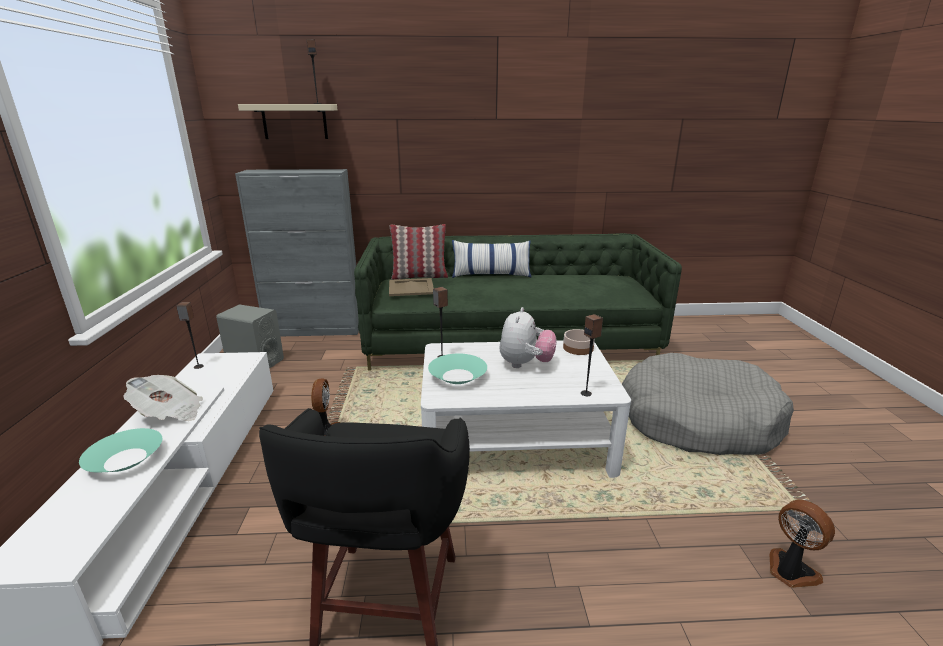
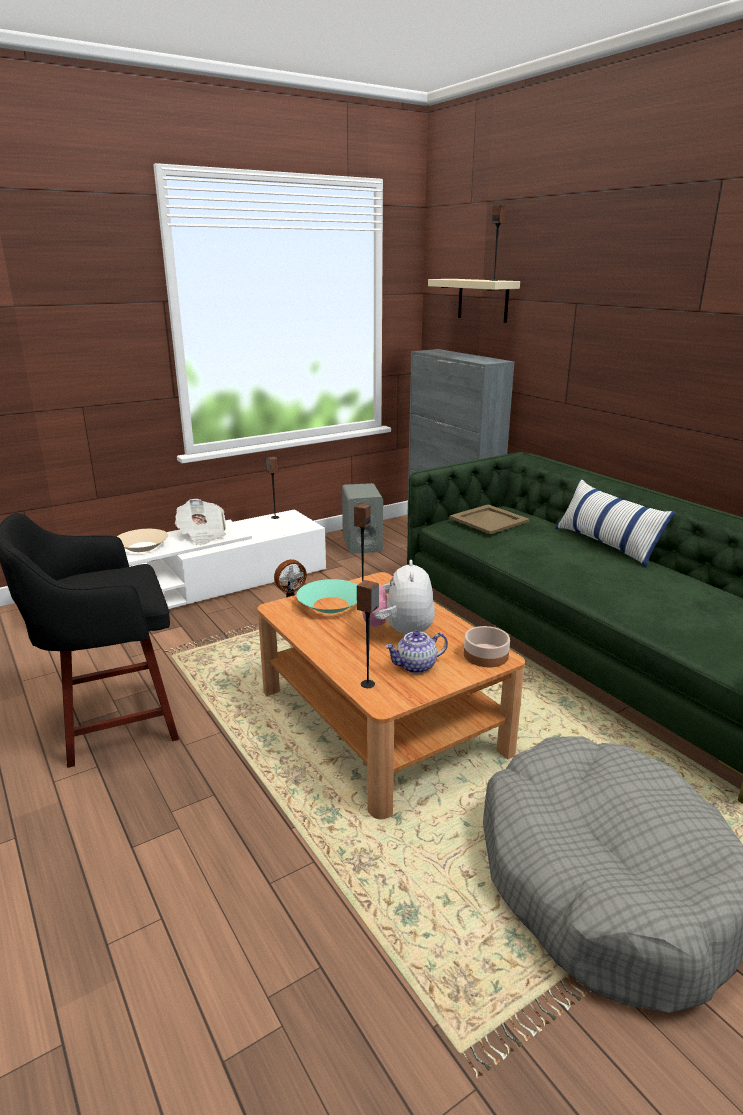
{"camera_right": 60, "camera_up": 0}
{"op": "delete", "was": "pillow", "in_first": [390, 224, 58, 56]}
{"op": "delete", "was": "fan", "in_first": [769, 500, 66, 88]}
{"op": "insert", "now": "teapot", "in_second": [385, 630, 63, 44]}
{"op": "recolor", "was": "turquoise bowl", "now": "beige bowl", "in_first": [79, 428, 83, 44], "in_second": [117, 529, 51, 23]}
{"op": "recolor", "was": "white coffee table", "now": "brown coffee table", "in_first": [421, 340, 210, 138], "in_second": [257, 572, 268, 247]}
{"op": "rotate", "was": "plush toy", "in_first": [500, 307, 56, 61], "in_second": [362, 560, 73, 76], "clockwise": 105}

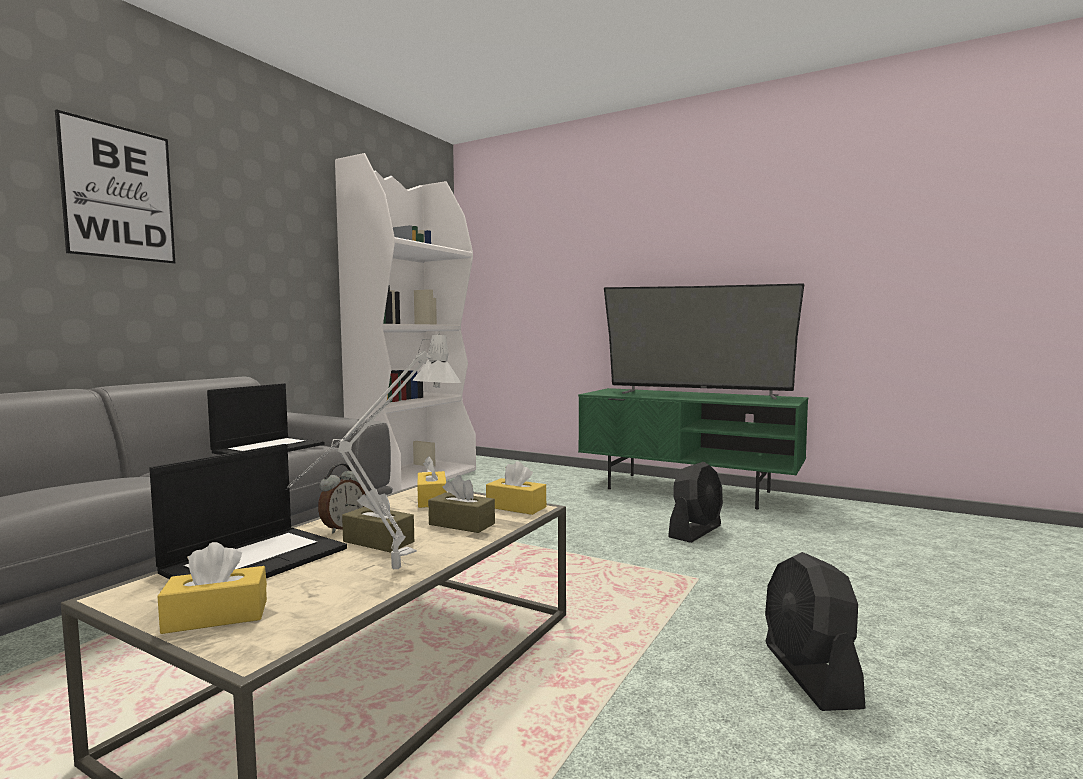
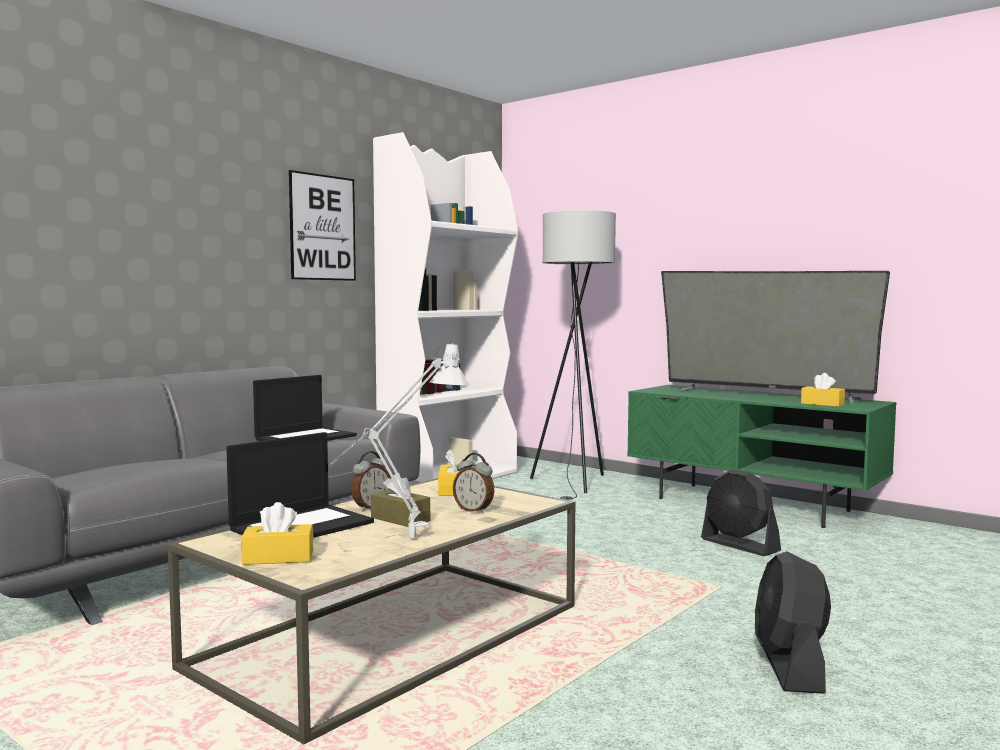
{"camera_right": 10, "camera_up": 0}
{"op": "insert", "now": "grey floor lamp", "in_second": [530, 210, 86, 290]}
{"op": "move", "was": "picture", "in_first": [55, 109, 120, 155], "in_second": [289, 170, 67, 111]}
{"op": "move", "was": "yellow tissue box", "in_first": [486, 461, 60, 54], "in_second": [801, 373, 44, 34]}
{"op": "replace", "was": "brown tissue box", "now": "alarm clock", "in_first": [428, 475, 67, 58], "in_second": [453, 453, 41, 60]}
{"op": "rotate", "was": "black fan", "in_first": [668, 462, 55, 81], "in_second": [701, 469, 80, 87], "clockwise": 90}

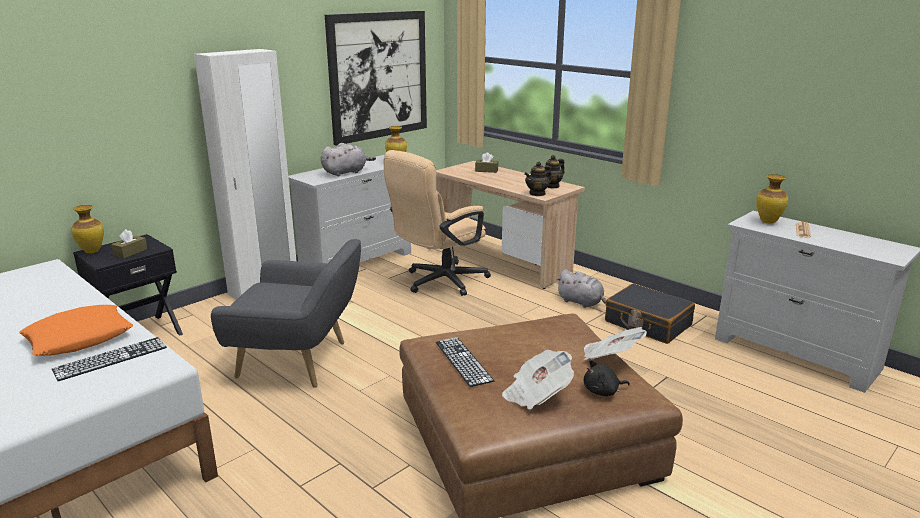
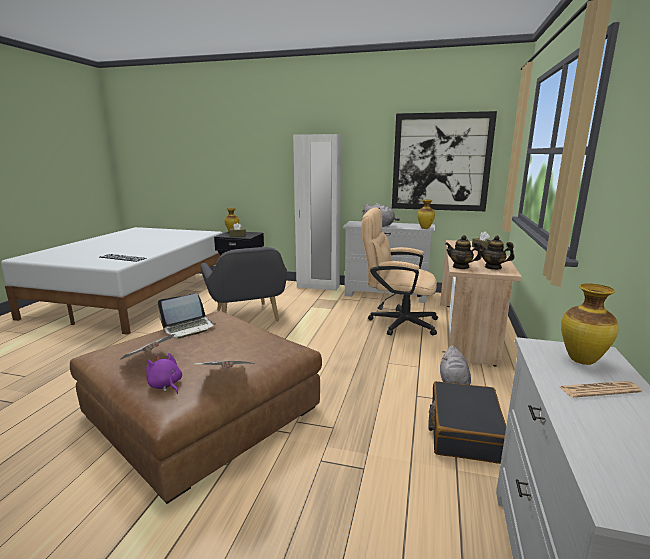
{"camera_right": 60, "camera_up": -5}
{"op": "delete", "was": "orange pillow", "in_first": [19, 305, 114, 51]}
{"op": "replace", "was": "keyboard", "now": "laptop", "in_first": [436, 337, 58, 50], "in_second": [158, 294, 58, 45]}
{"op": "recolor", "was": "black plush toy", "now": "purple plush toy", "in_first": [584, 360, 46, 36], "in_second": [146, 353, 36, 41]}

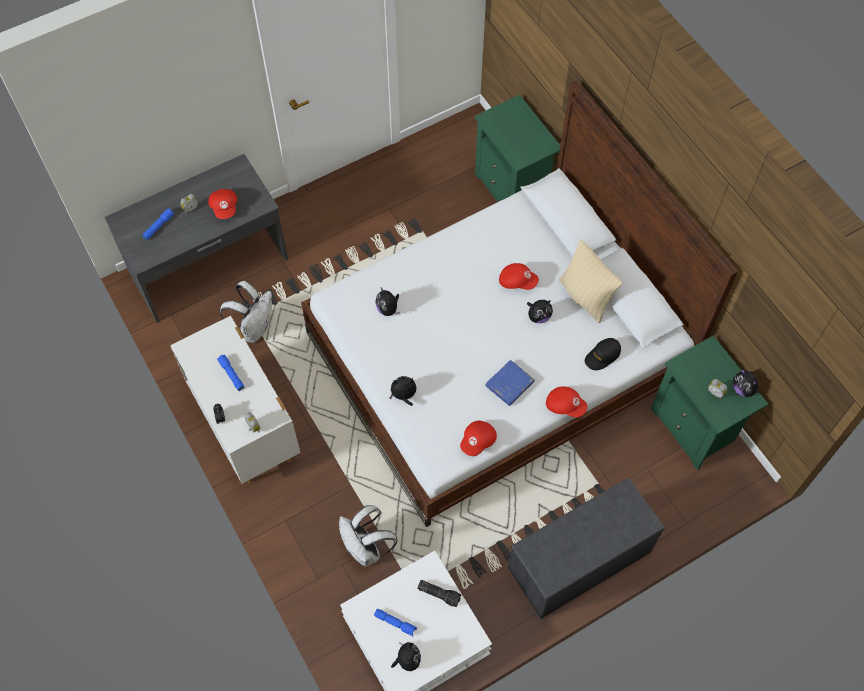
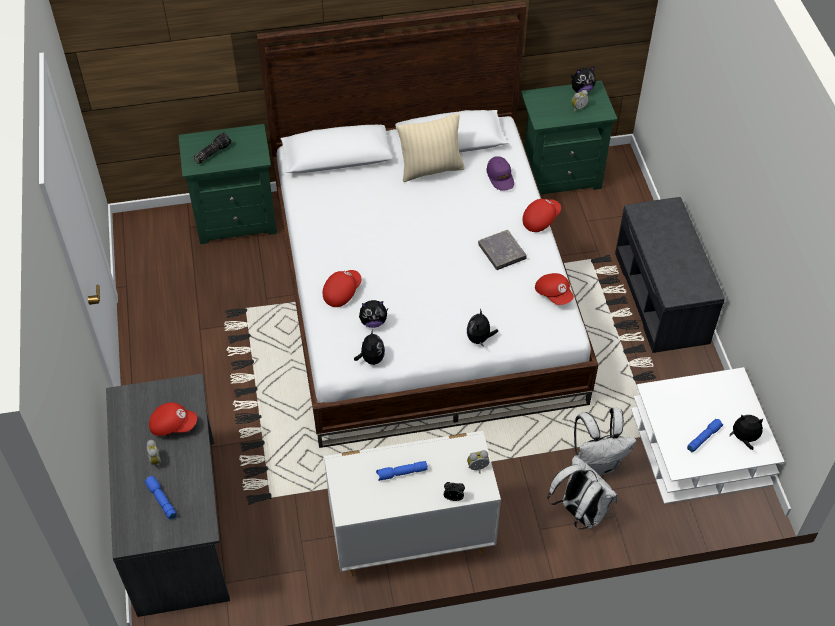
{"camera_right": -70, "camera_up": -10}
{"op": "move", "was": "white backpack", "in_first": [220, 281, 52, 62], "in_second": [547, 455, 70, 75]}
{"op": "move", "was": "flashlight", "in_first": [417, 580, 44, 27], "in_second": [193, 132, 38, 32]}
{"op": "move", "was": "red cap", "in_first": [499, 263, 40, 27], "in_second": [323, 270, 39, 37]}
{"op": "move", "was": "plush toy", "in_first": [527, 300, 26, 23], "in_second": [354, 329, 31, 36]}
{"op": "recolor", "was": "blue book", "now": "grey book", "in_first": [486, 360, 48, 46], "in_second": [478, 230, 49, 40]}
{"op": "recolor", "was": "black cap", "now": "purple cap", "in_first": [585, 338, 36, 32], "in_second": [487, 156, 27, 35]}

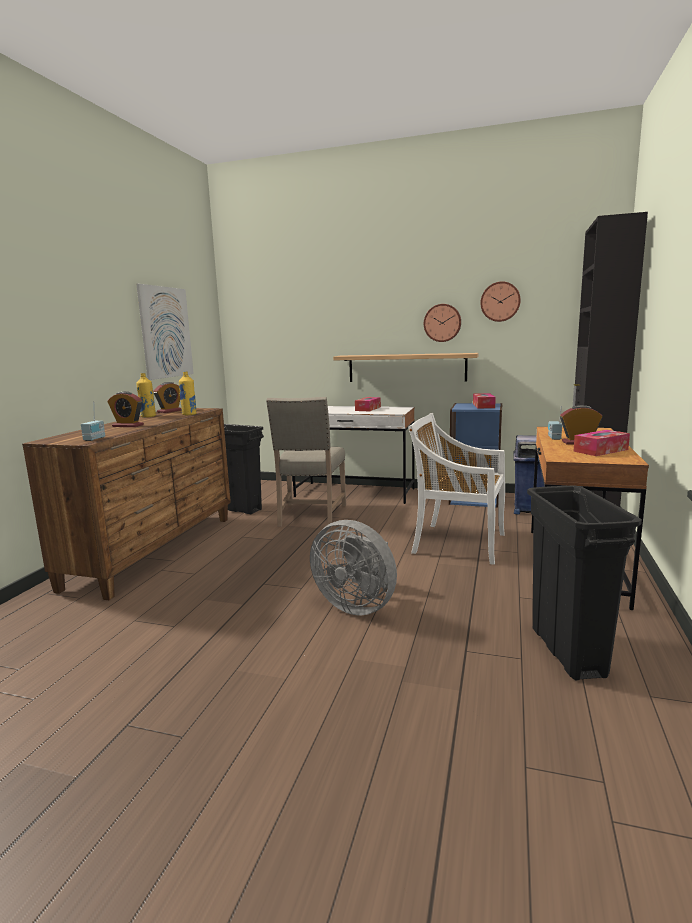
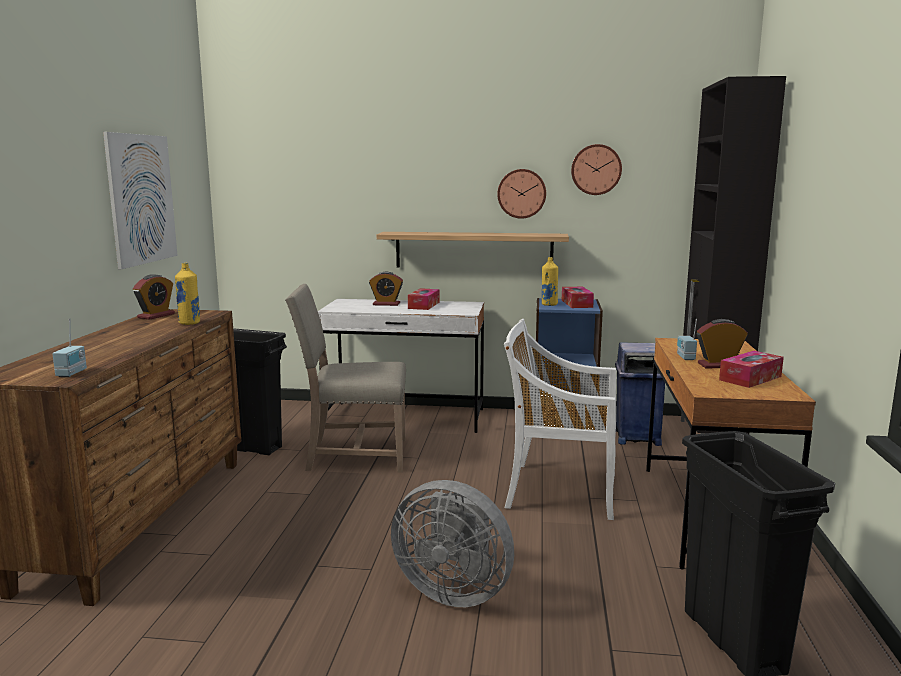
{"camera_right": -10, "camera_up": 0}
{"op": "move", "was": "alarm clock", "in_first": [108, 391, 36, 36], "in_second": [369, 272, 34, 34]}
{"op": "move", "was": "yellow bottle", "in_first": [136, 373, 20, 45], "in_second": [542, 257, 16, 49]}
{"op": "rotate", "was": "beige chair", "in_first": [266, 397, 80, 131], "in_second": [285, 284, 121, 189], "clockwise": 90}

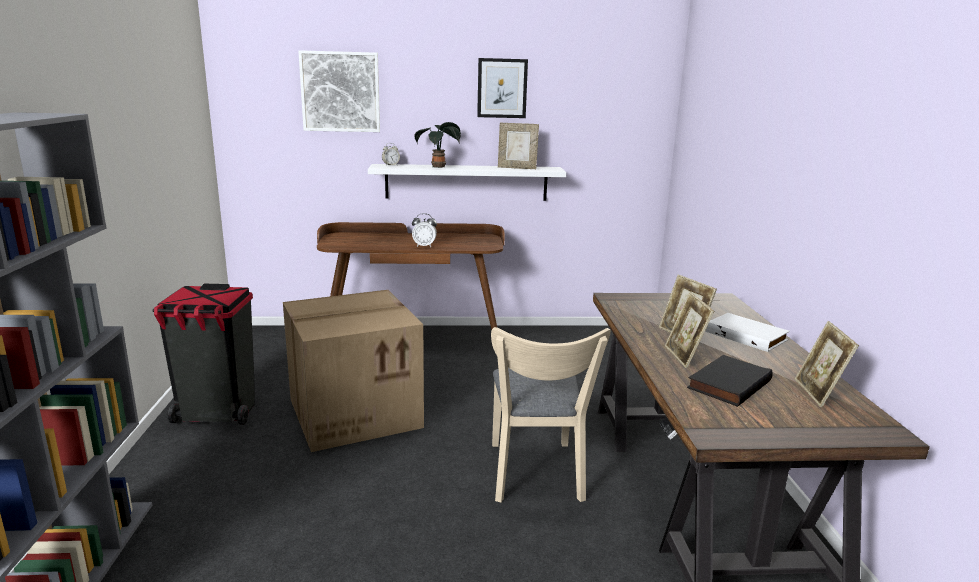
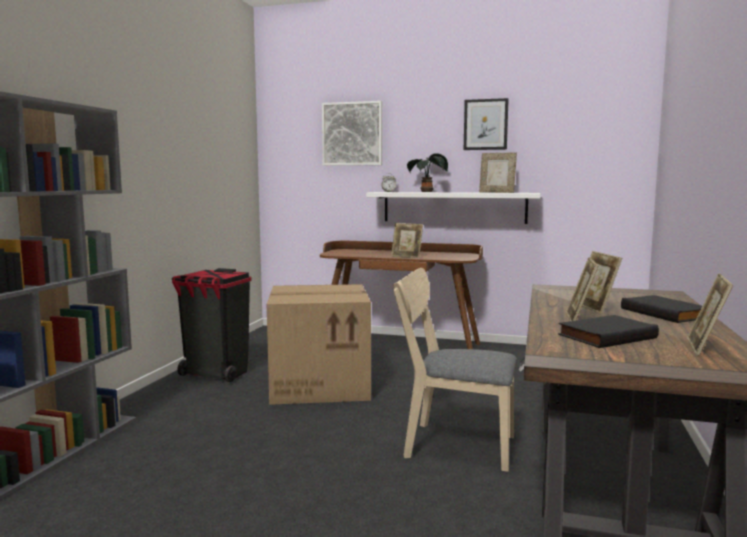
{"camera_right": 20, "camera_up": -10}
{"op": "replace", "was": "alarm clock", "now": "picture frame", "in_first": [412, 213, 25, 34], "in_second": [391, 223, 32, 35]}
{"op": "recolor", "was": "white book", "now": "black book", "in_first": [705, 313, 85, 39], "in_second": [621, 295, 81, 28]}
{"op": "rotate", "was": "beige chair", "in_first": [491, 327, 120, 176], "in_second": [393, 268, 124, 204], "clockwise": 90}

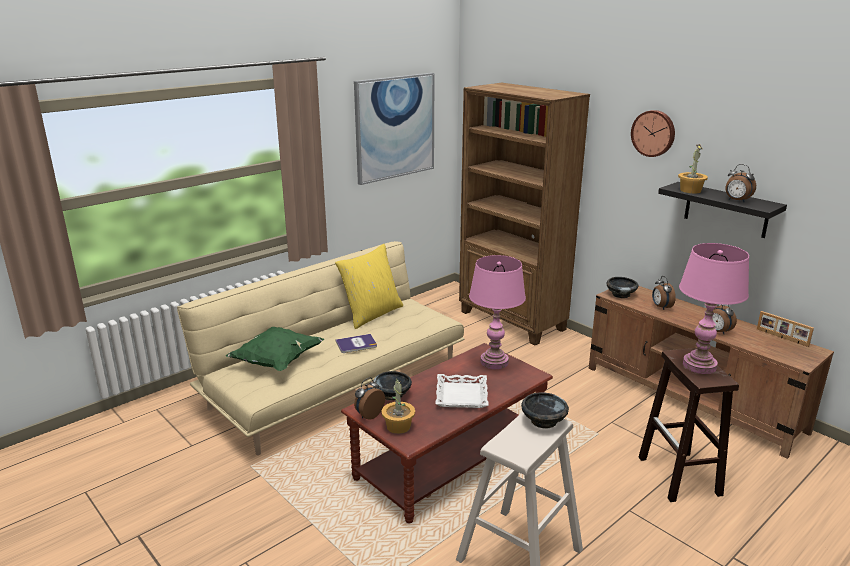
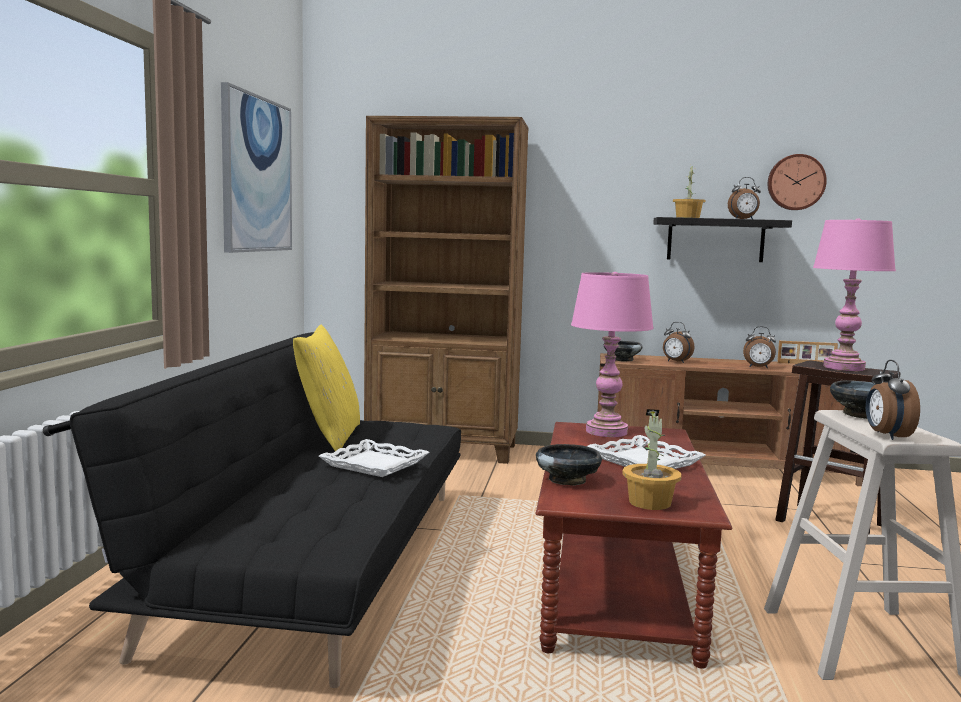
{"camera_right": -40, "camera_up": -15}
{"op": "delete", "was": "green pillow", "in_first": [226, 327, 99, 44]}
{"op": "move", "was": "alarm clock", "in_first": [354, 377, 31, 43], "in_second": [866, 360, 54, 80]}
{"op": "move", "was": "wall clock", "in_first": [631, 110, 44, 47], "in_second": [768, 154, 59, 56]}
{"op": "replace", "was": "book", "now": "white tray", "in_first": [336, 334, 41, 19], "in_second": [319, 439, 111, 38]}
{"op": "recolor", "was": "beige sofa", "now": "black sofa", "in_first": [177, 241, 287, 214], "in_second": [43, 332, 418, 356]}

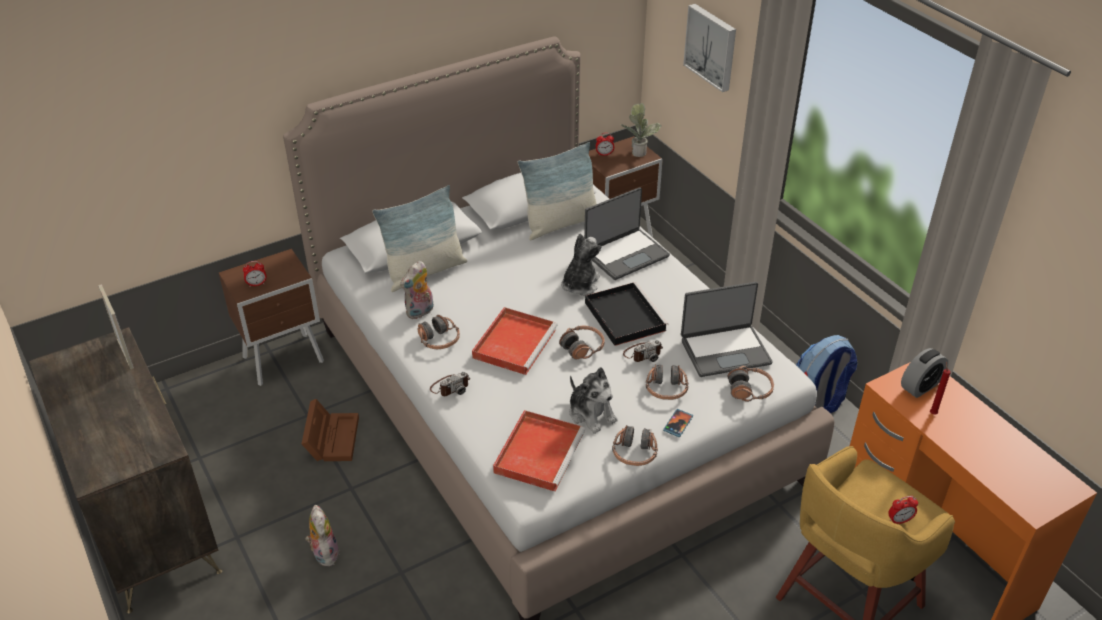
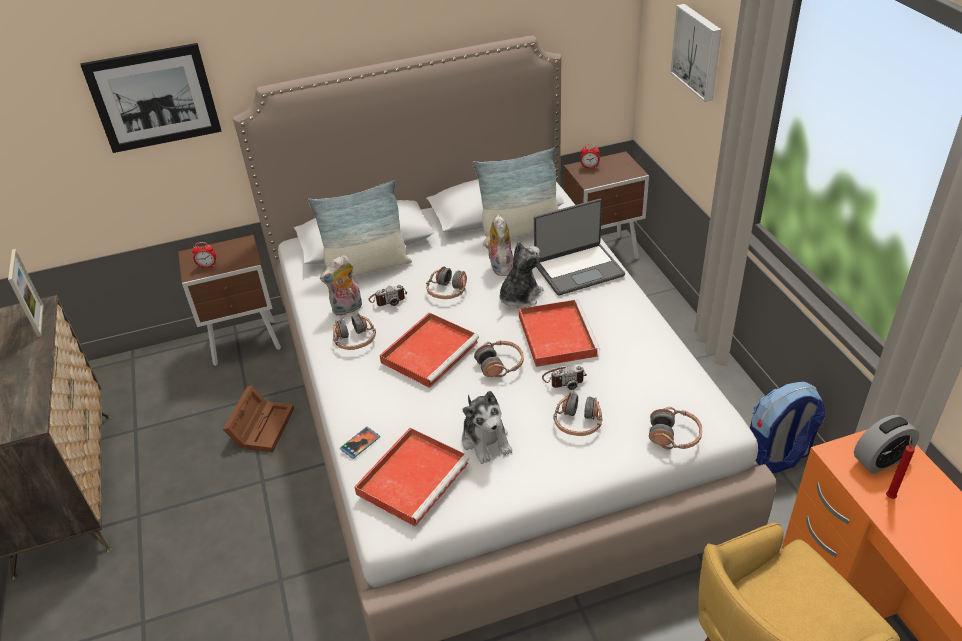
{"camera_right": 15, "camera_up": 0}
{"op": "delete", "was": "potted plant", "in_first": [621, 103, 40, 54]}
{"op": "delete", "was": "laptop", "in_first": [681, 282, 91, 95]}
{"op": "delete", "was": "alarm clock", "in_first": [888, 496, 30, 28]}
{"op": "insert", "now": "picture", "in_second": [80, 43, 142, 110]}
{"op": "move", "was": "plush toy", "in_first": [305, 505, 34, 61], "in_second": [485, 214, 28, 62]}
{"op": "move", "was": "photo camera", "in_first": [430, 372, 40, 24], "in_second": [368, 285, 39, 21]}
{"op": "move", "was": "headphones", "in_first": [612, 425, 46, 41], "in_second": [426, 267, 41, 32]}
{"op": "move", "was": "phone", "in_first": [663, 409, 30, 28], "in_second": [340, 427, 40, 32]}
{"op": "recolor", "was": "black tray", "now": "red tray", "in_first": [585, 282, 83, 64], "in_second": [519, 300, 81, 67]}

